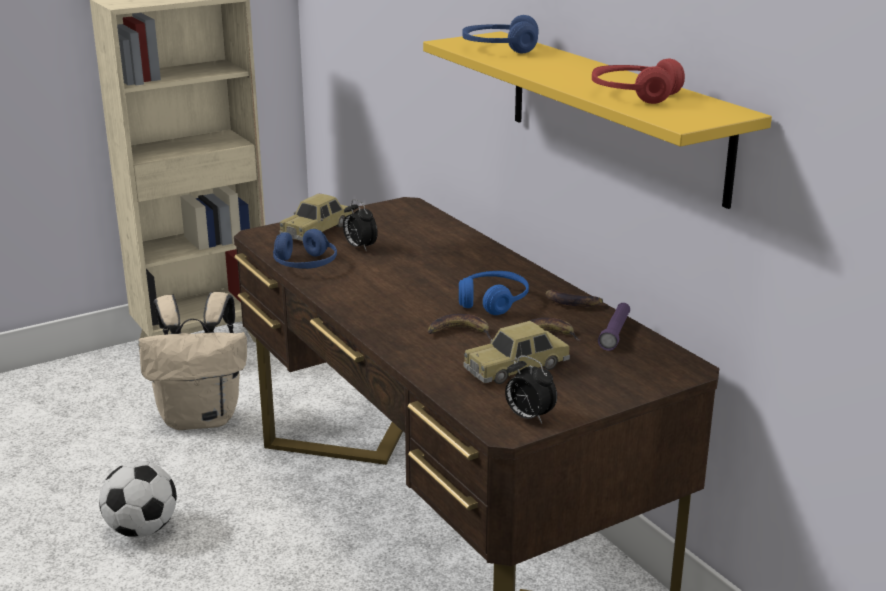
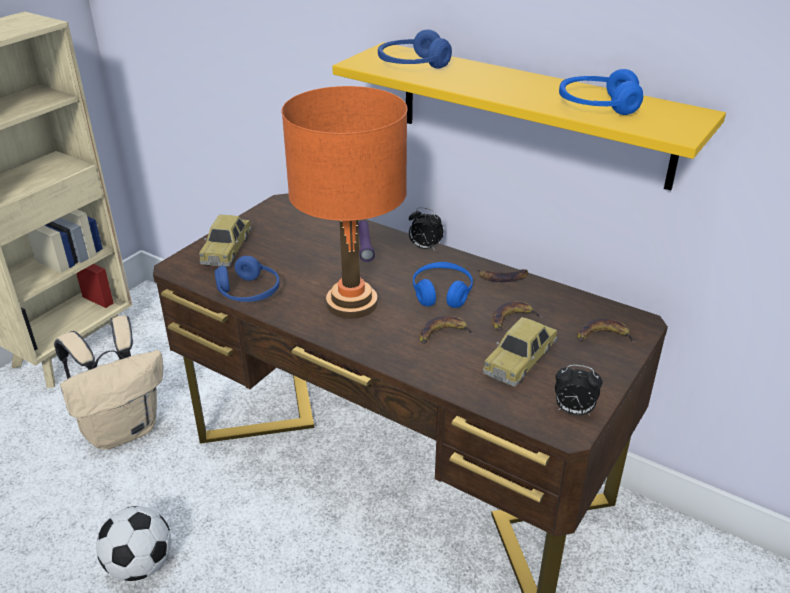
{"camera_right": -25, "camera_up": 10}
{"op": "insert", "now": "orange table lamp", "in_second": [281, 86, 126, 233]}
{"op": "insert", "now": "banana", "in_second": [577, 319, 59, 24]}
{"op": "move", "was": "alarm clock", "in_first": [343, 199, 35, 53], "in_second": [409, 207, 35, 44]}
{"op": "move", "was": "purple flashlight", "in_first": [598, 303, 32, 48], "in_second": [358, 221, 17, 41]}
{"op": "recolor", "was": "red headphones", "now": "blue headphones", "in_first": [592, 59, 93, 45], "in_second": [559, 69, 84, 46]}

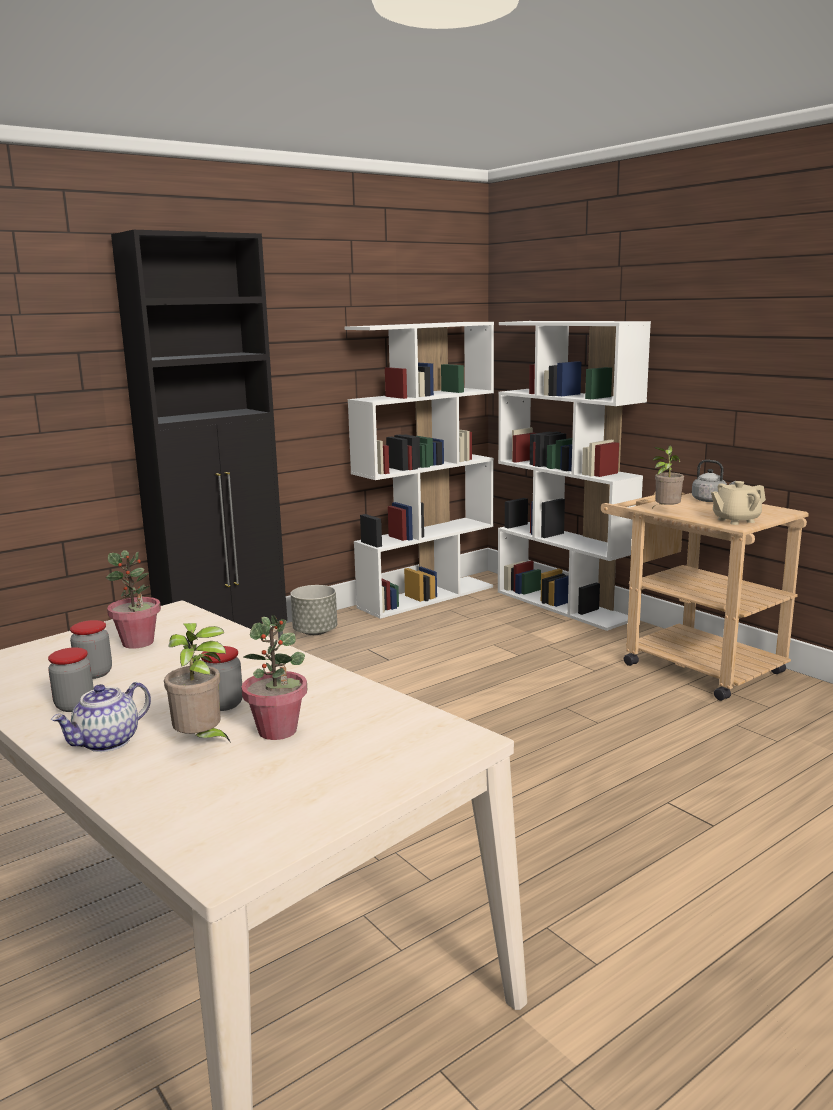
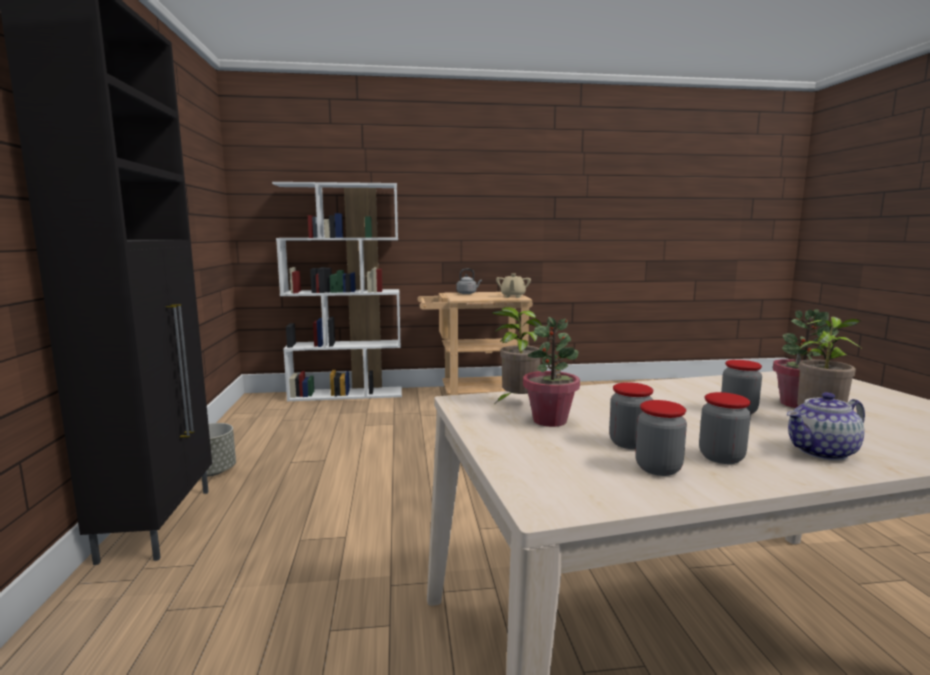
{"camera_right": -60, "camera_up": -5}
{"op": "delete", "was": "white bookcase", "in_first": [345, 322, 149, 297]}
{"op": "insert", "now": "jar", "in_second": [635, 400, 52, 76]}
{"op": "move", "was": "potted plant", "in_first": [653, 446, 31, 60], "in_second": [492, 307, 50, 96]}
{"op": "rotate", "was": "teapot", "in_first": [51, 682, 100, 70], "in_second": [787, 392, 78, 69], "clockwise": 90}

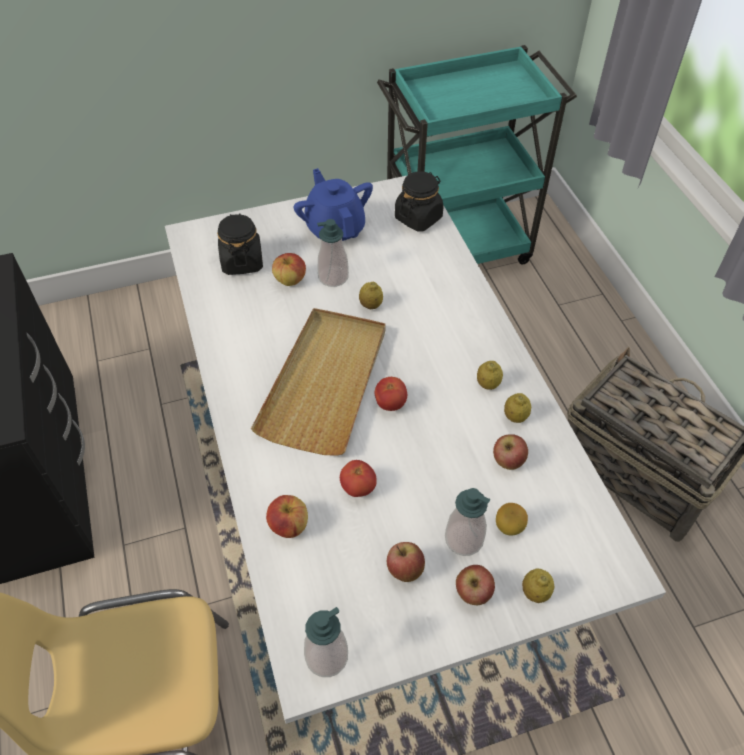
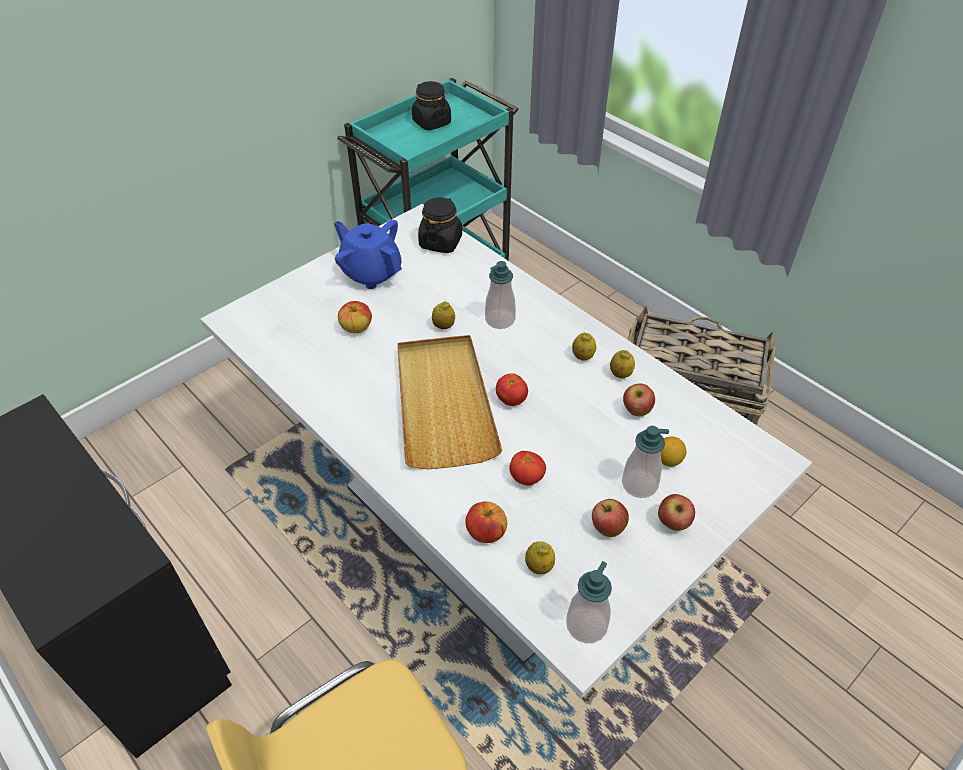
{"camera_right": -25, "camera_up": -5}
{"op": "move", "was": "black jar", "in_first": [217, 213, 46, 62], "in_second": [412, 81, 39, 49]}
{"op": "move", "was": "soap dispenser", "in_first": [317, 219, 32, 68], "in_second": [485, 261, 31, 68]}
{"op": "move", "was": "lemon", "in_first": [522, 568, 32, 35], "in_second": [525, 541, 30, 33]}

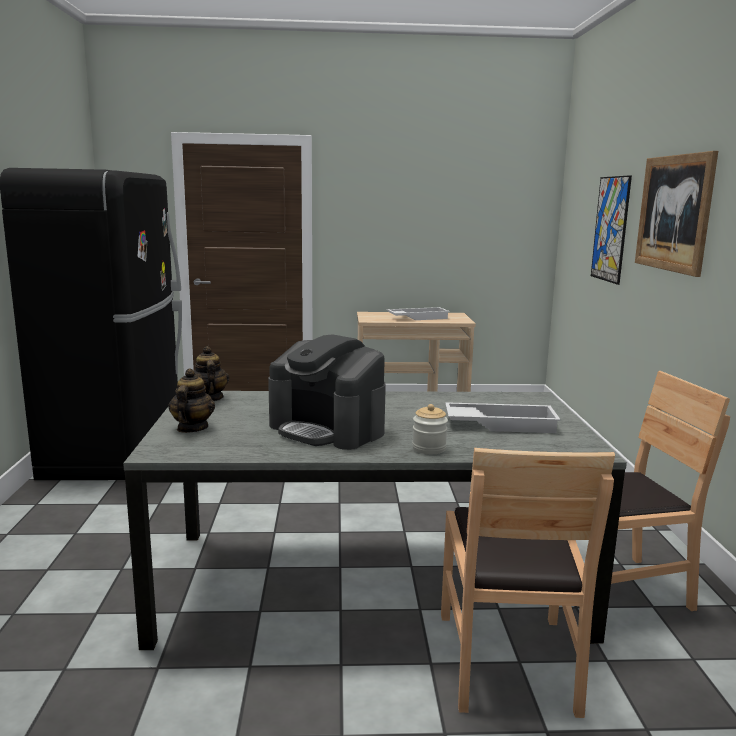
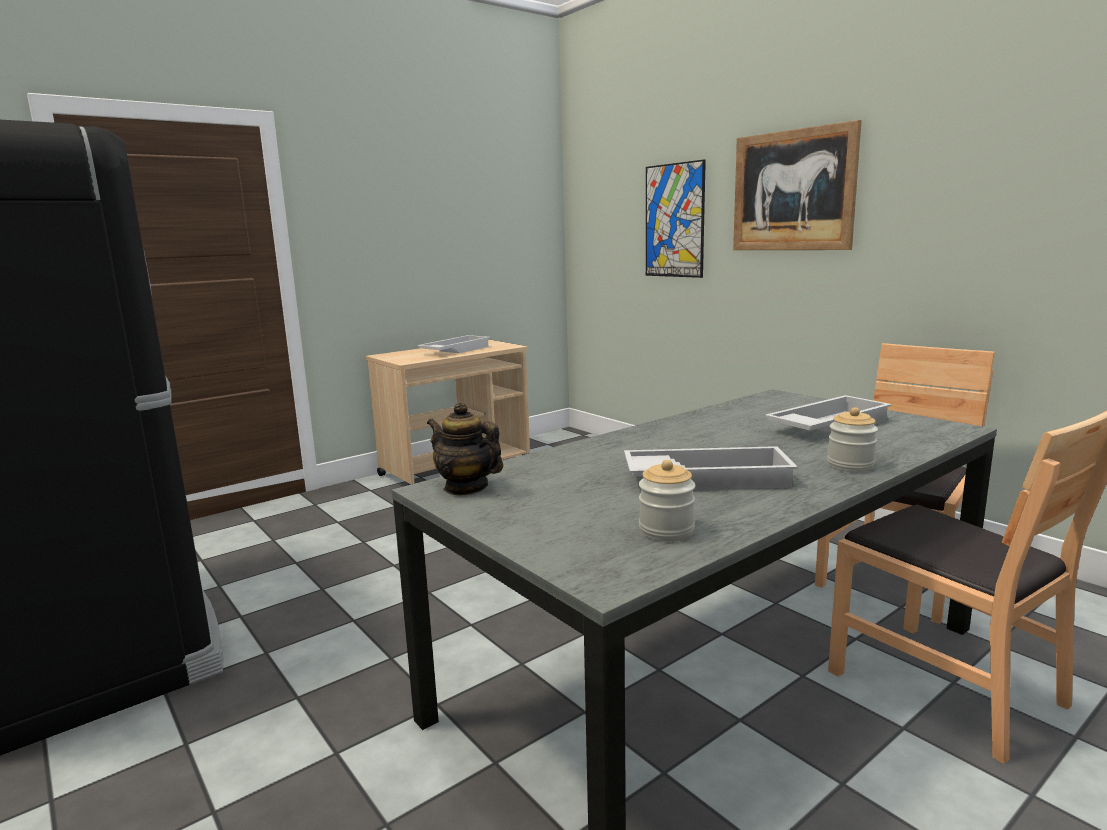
{"camera_right": -35, "camera_up": 0}
{"op": "delete", "was": "teapot", "in_first": [168, 368, 47, 65]}
{"op": "insert", "now": "jar", "in_second": [639, 460, 56, 81]}
{"op": "replace", "was": "coffee machine", "now": "white tray", "in_first": [268, 334, 118, 116], "in_second": [624, 446, 174, 44]}

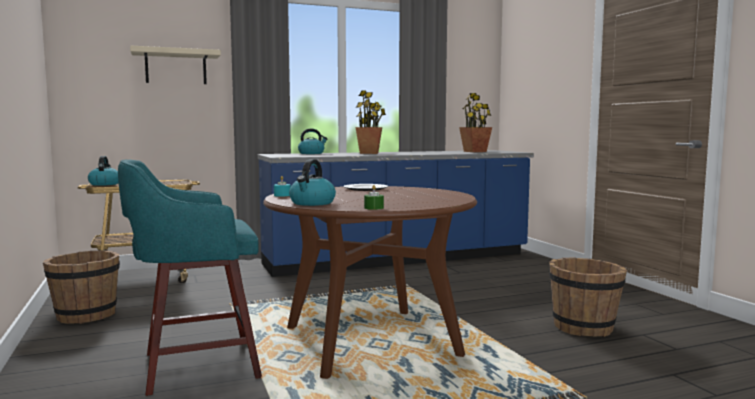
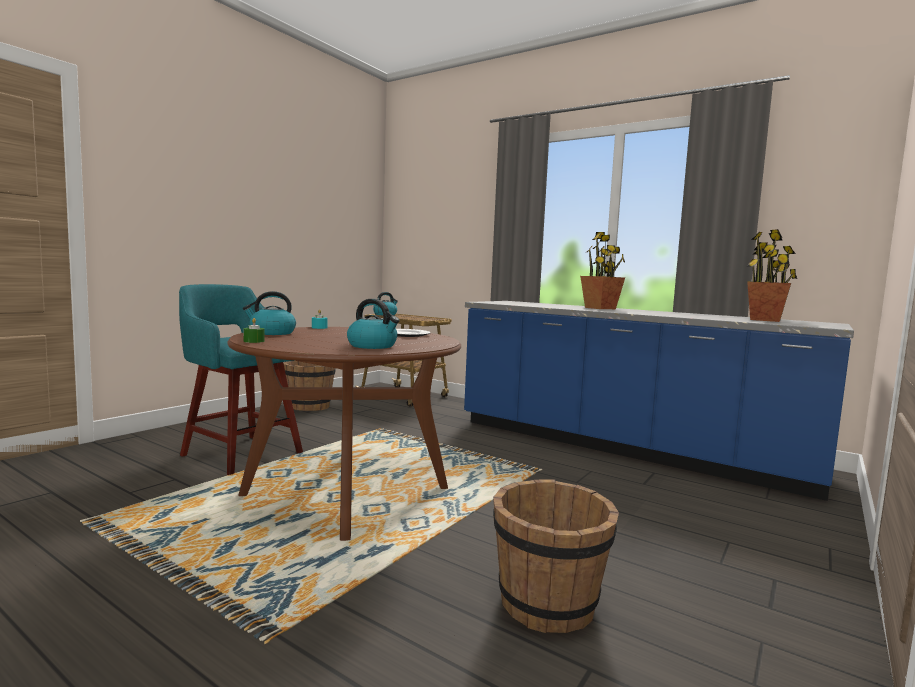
{"camera_right": 55, "camera_up": 0}
{"op": "delete", "was": "beige shelf", "in_first": [130, 46, 91, 38]}
{"op": "move", "was": "kettle", "in_first": [298, 129, 29, 25], "in_second": [347, 299, 52, 50]}

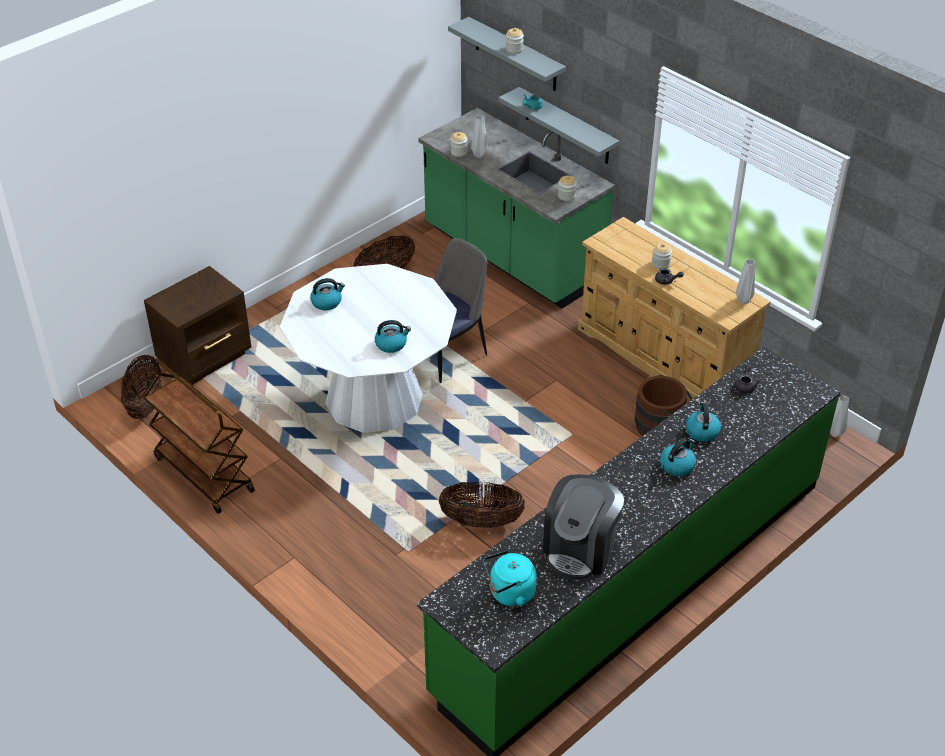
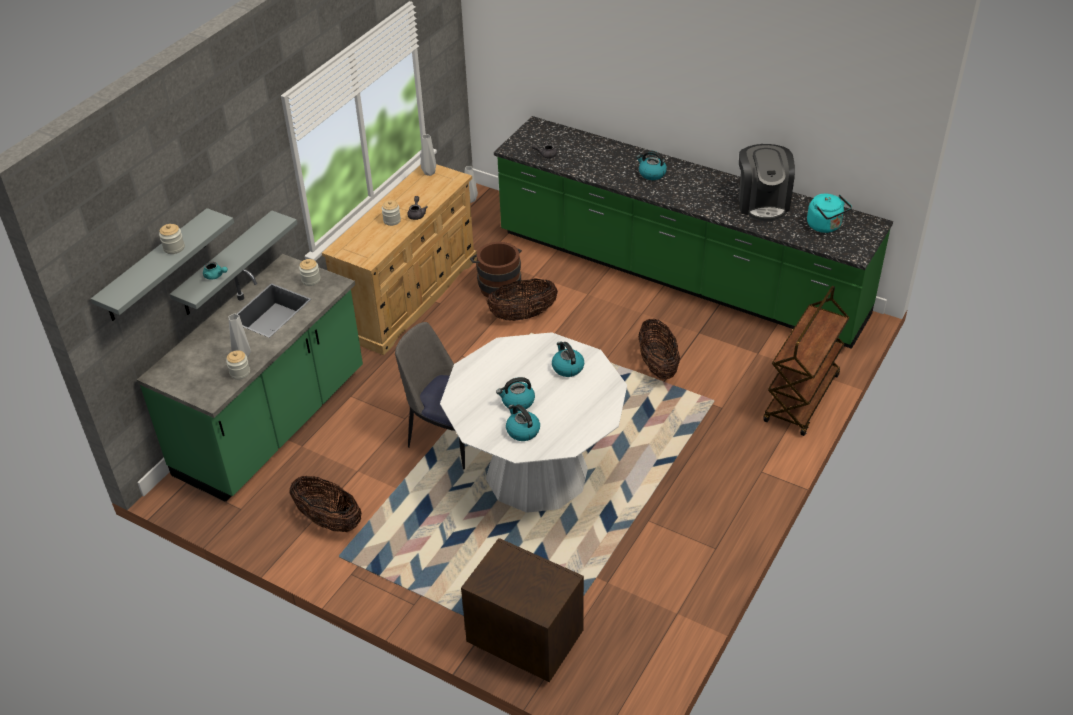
{"camera_right": -105, "camera_up": 0}
{"op": "move", "was": "basket", "in_first": [121, 355, 40, 64], "in_second": [487, 279, 71, 42]}
{"op": "move", "was": "brown cart", "in_first": [143, 360, 112, 154], "in_second": [763, 286, 87, 150]}
{"op": "move", "was": "kettle", "in_first": [686, 402, 35, 40], "in_second": [496, 377, 39, 34]}
{"op": "rotate", "was": "coffee machine", "in_first": [543, 474, 81, 106], "in_second": [739, 144, 56, 78], "clockwise": 75}

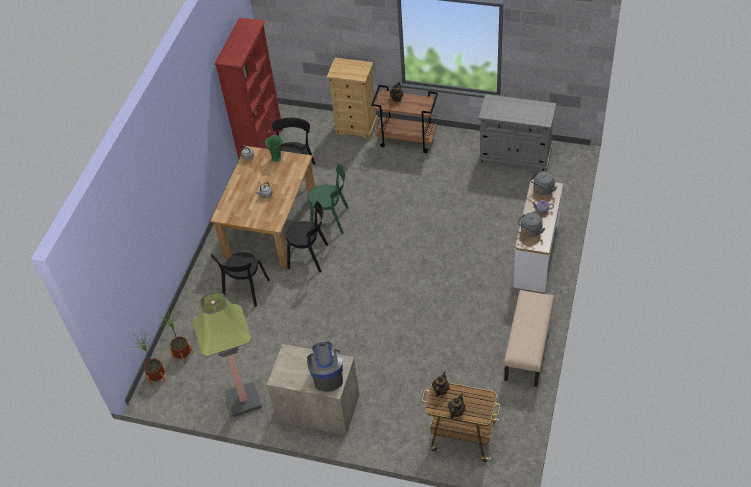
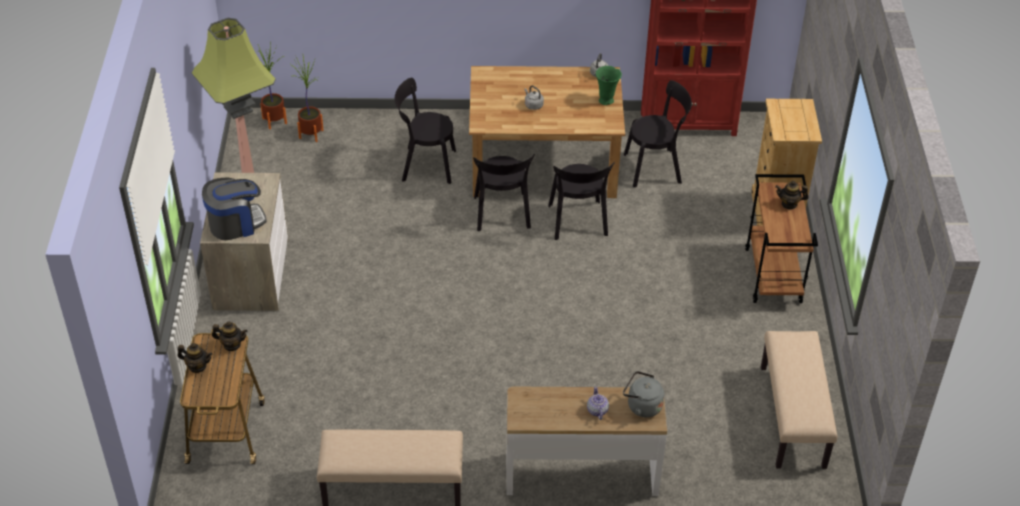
{"camera_right": 70, "camera_up": -5}
{"op": "delete", "was": "grey kettle", "in_first": [518, 212, 27, 25]}
{"op": "replace", "was": "grey cabinet", "now": "beige bench", "in_first": [478, 94, 78, 78], "in_second": [761, 331, 76, 138]}
{"op": "recolor", "was": "green chair", "now": "black chair", "in_first": [309, 164, 40, 70], "in_second": [548, 161, 67, 79]}

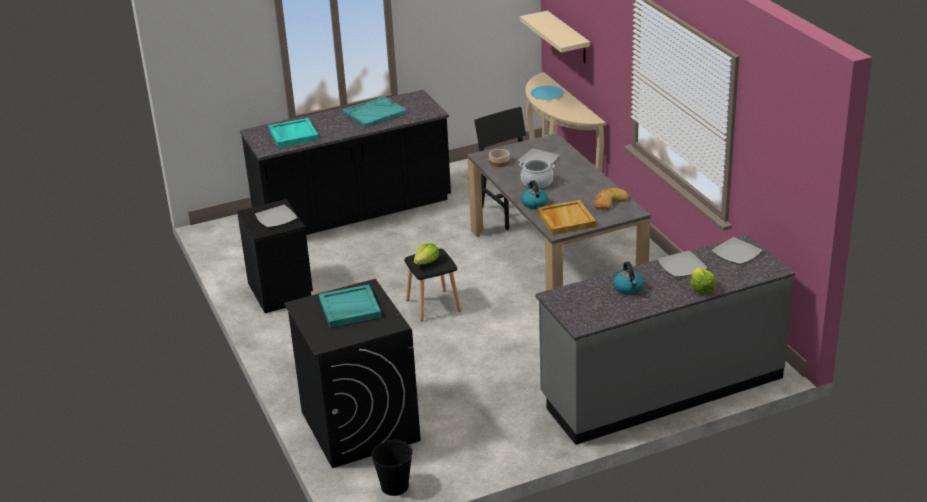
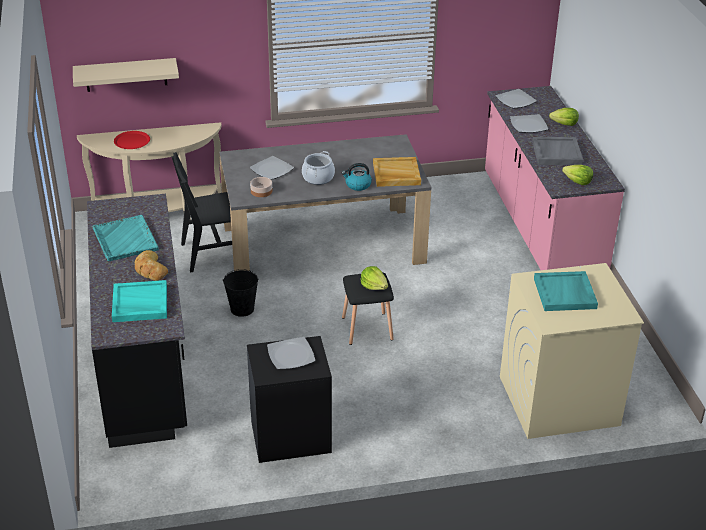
{"camera_right": -80, "camera_up": 5}
{"op": "insert", "now": "lettuce", "in_second": [562, 165, 31, 20]}
{"op": "move", "was": "black bucket", "in_first": [372, 439, 41, 57], "in_second": [223, 269, 35, 48]}
{"op": "move", "was": "bread", "in_first": [594, 188, 34, 22], "in_second": [135, 250, 33, 31]}
{"op": "replace", "was": "kettle", "now": "grey tray", "in_first": [613, 262, 31, 33], "in_second": [532, 137, 51, 28]}
{"op": "recolor", "was": "black washing machine", "now": "beige washing machine", "in_first": [284, 279, 137, 189], "in_second": [500, 263, 144, 176]}
{"op": "recolor", "was": "blue plate", "now": "red plate", "in_first": [531, 86, 33, 14], "in_second": [114, 131, 36, 18]}
{"op": "recolor", "was": "grey counter", "now": "pink counter", "in_first": [535, 234, 260, 211], "in_second": [485, 86, 140, 184]}

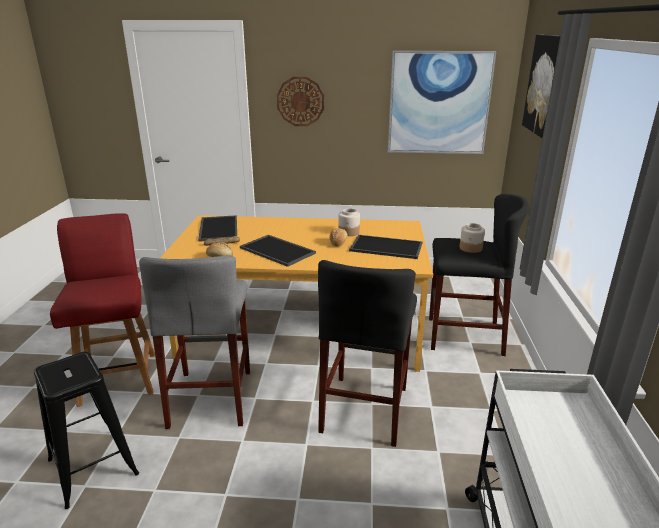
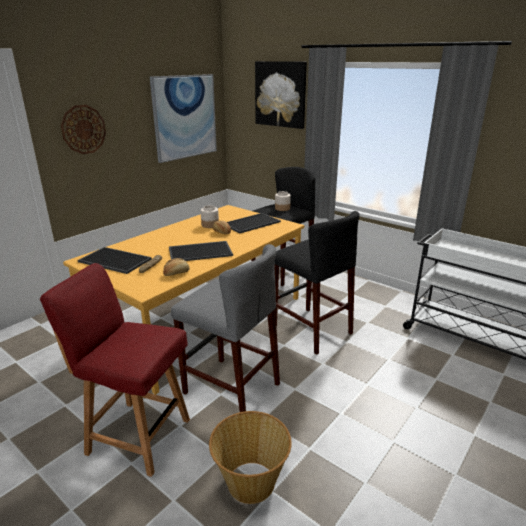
{"camera_right": -55, "camera_up": 0}
{"op": "replace", "was": "black stool", "now": "basket", "in_first": [34, 351, 105, 158], "in_second": [209, 411, 83, 93]}

